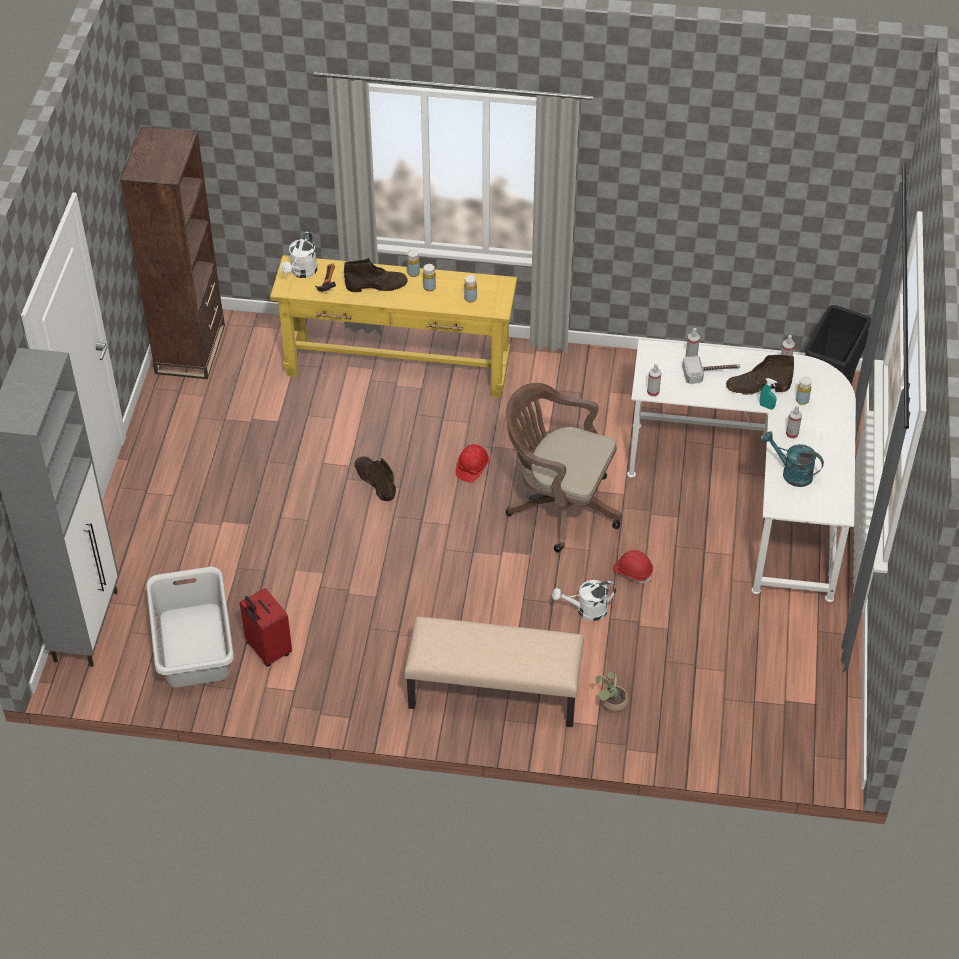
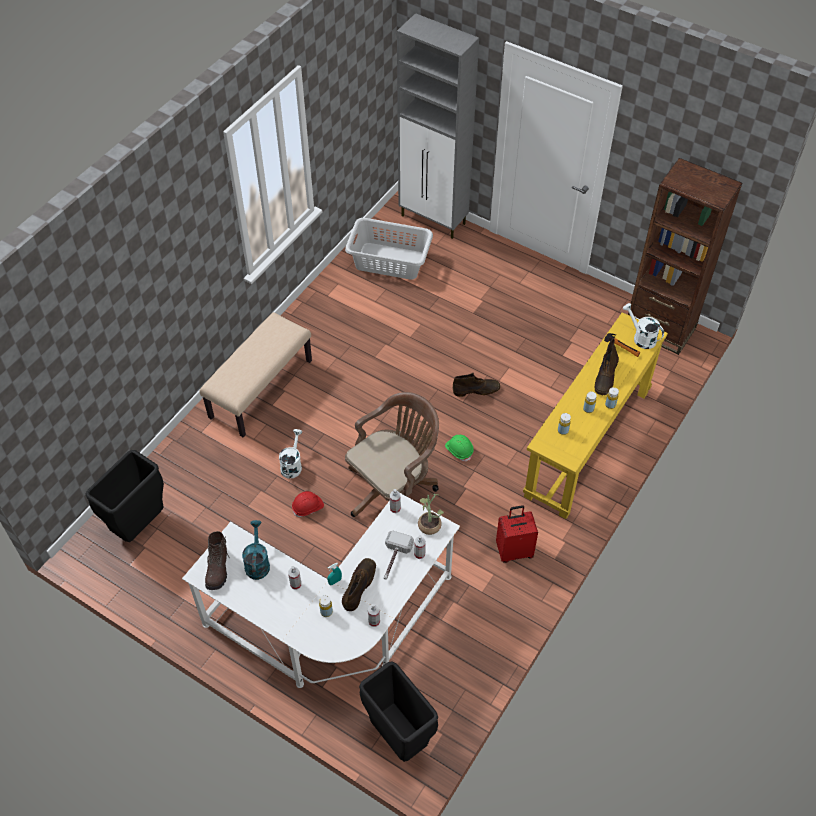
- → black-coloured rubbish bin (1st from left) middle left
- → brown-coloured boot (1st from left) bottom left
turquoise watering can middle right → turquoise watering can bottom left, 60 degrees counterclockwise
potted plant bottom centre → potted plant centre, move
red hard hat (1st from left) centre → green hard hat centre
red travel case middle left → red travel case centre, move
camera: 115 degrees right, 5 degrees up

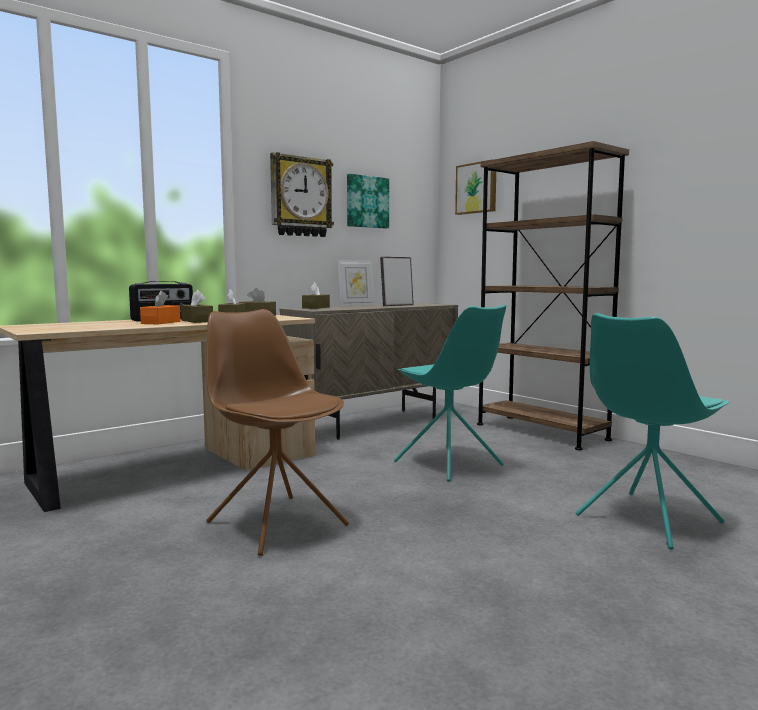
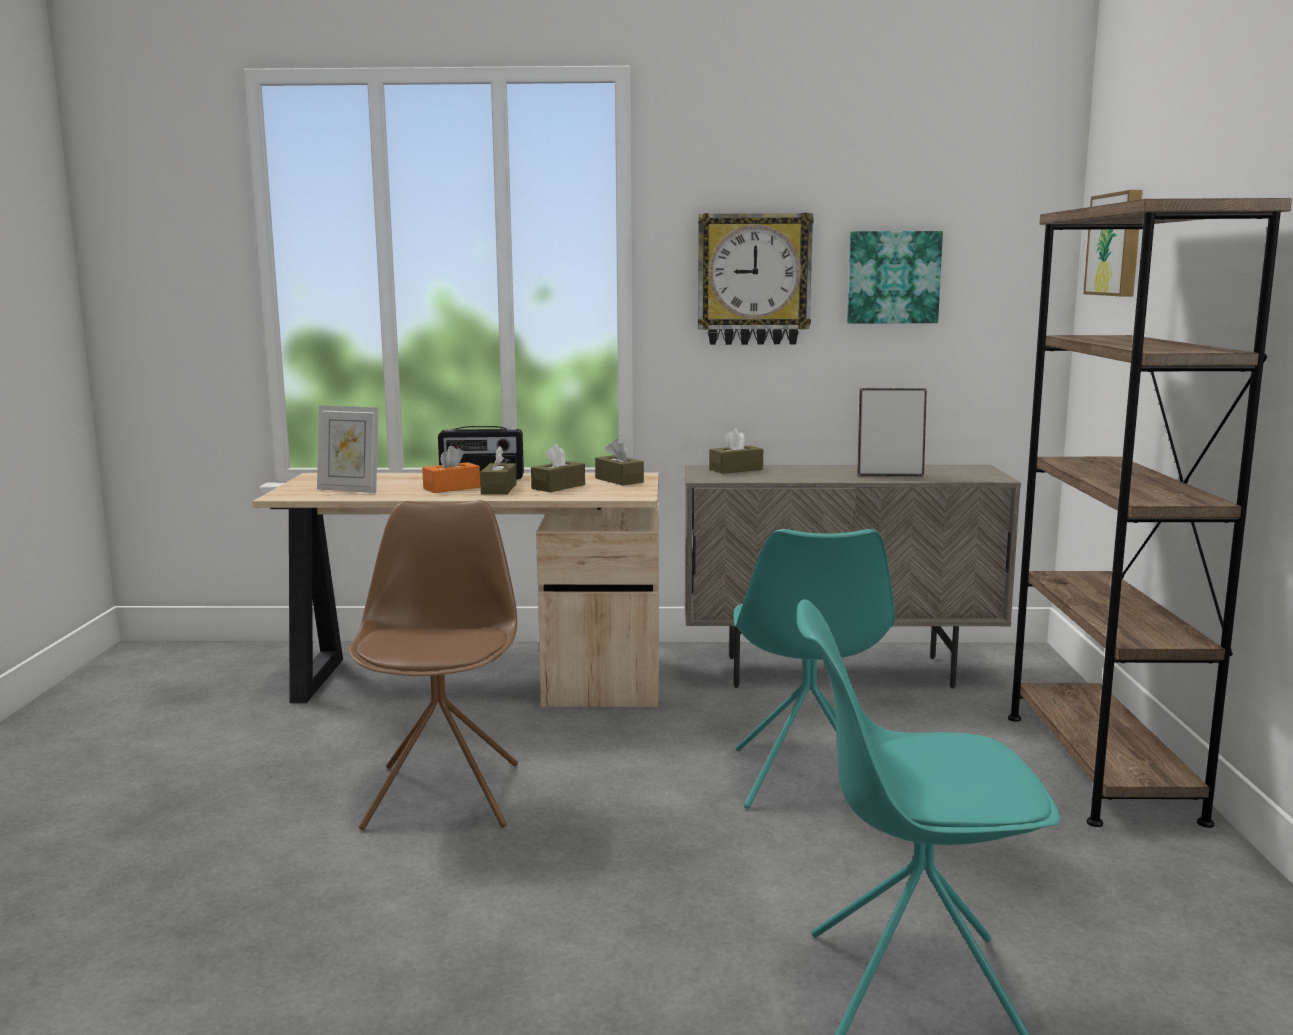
photo frame (1st from left) centre → photo frame (1st from left) middle left, move
camera: 40 degrees right, 5 degrees up

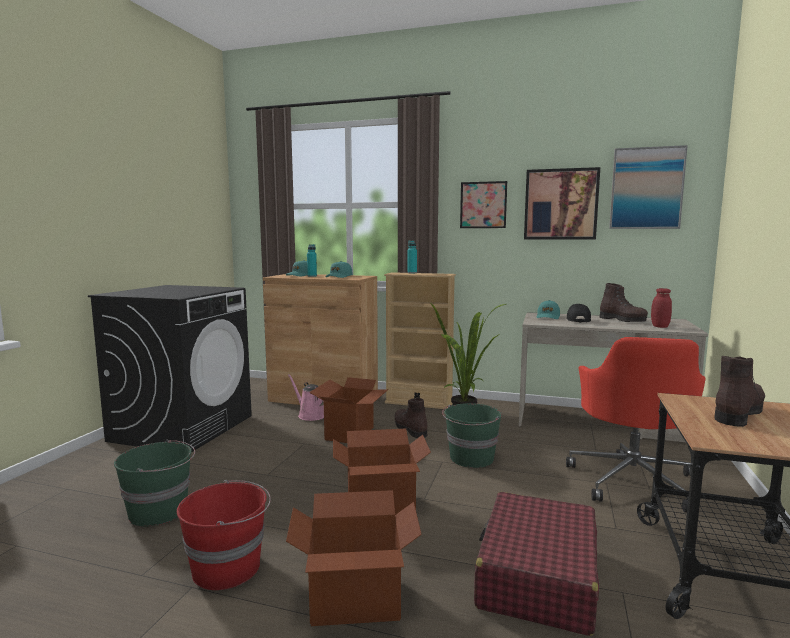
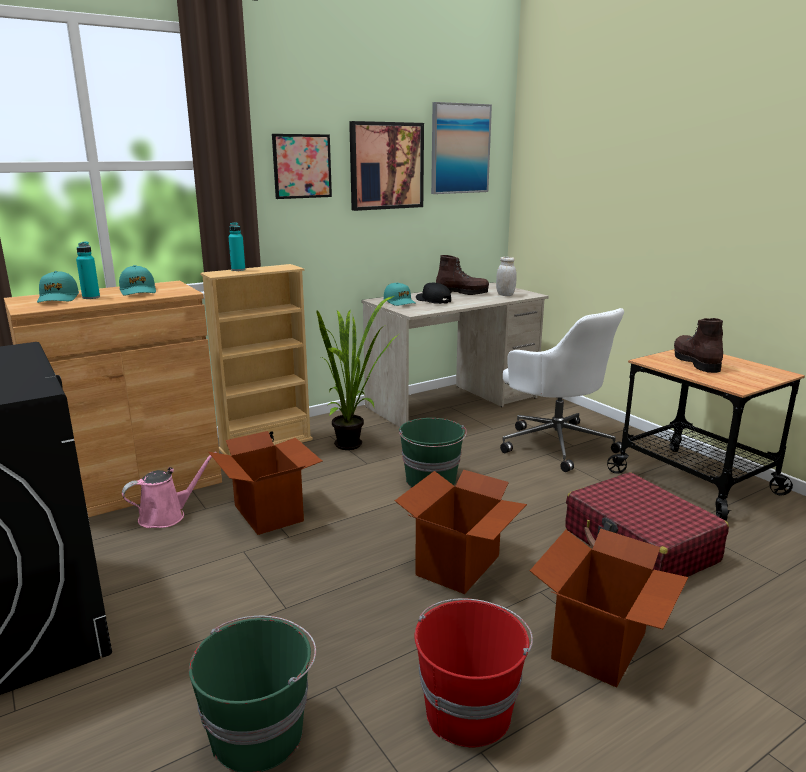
pinkish watering can centre → pinkish watering can middle left, 150 degrees clockwise
red storage jar middle right → whitish storage jar centre
red computer chair middle right → whitish computer chair middle right
brown-coloured boot (1st from left) centre → -
camera: 50 degrees left, 10 degrees up

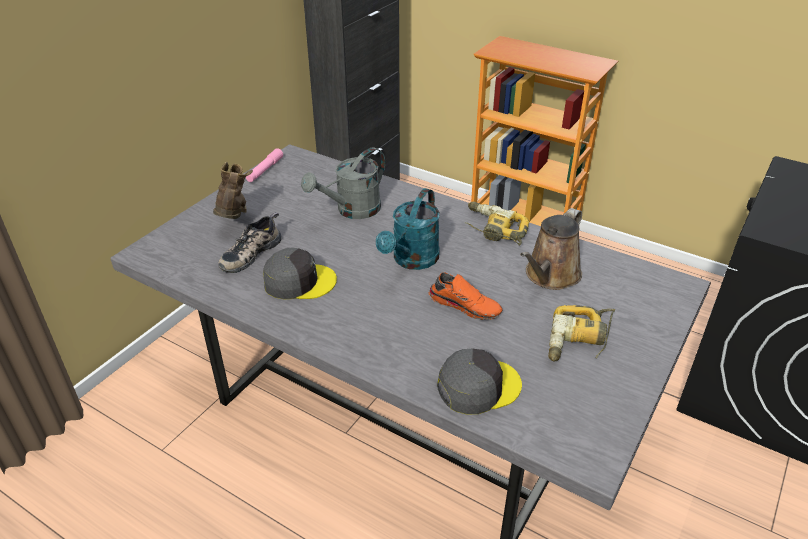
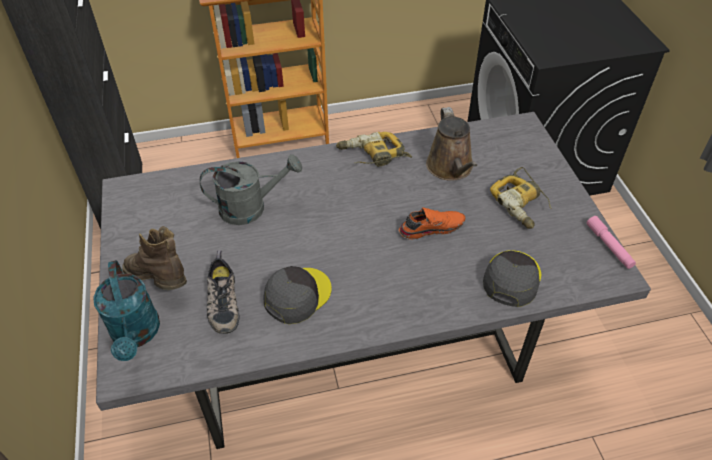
turquoise watering can centre → turquoise watering can bottom left, move
greyish watering can centre, 105 degrees counterclockwise
pinkish hand torch top left → pinkish hand torch middle right, move
camera: 45 degrees left, 10 degrees up

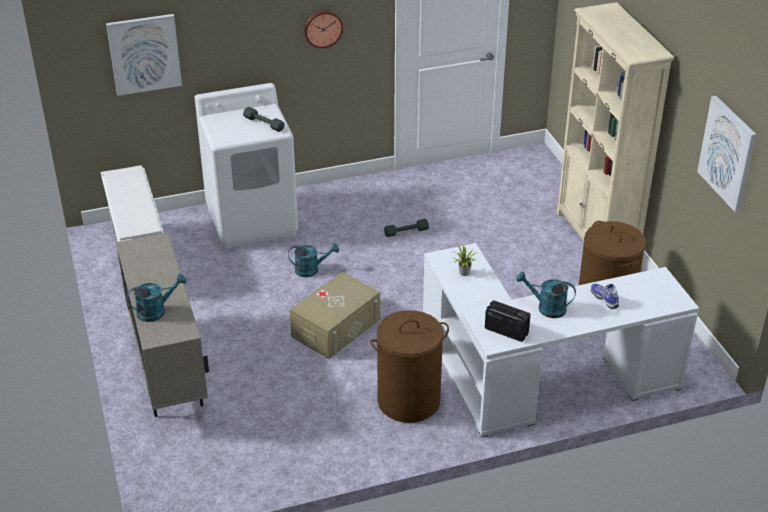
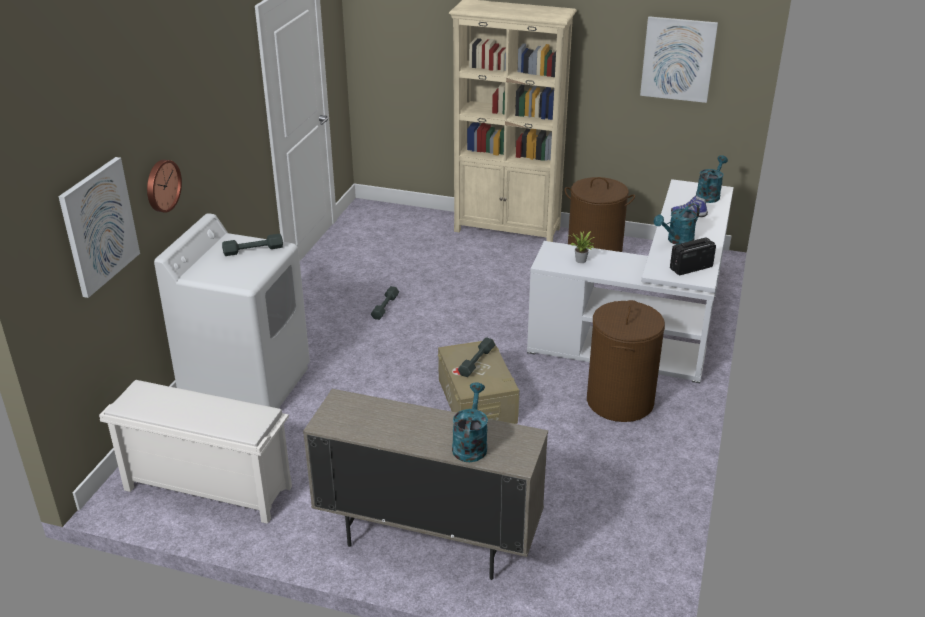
clock on the wall top centre → clock on the wall top left, move
- → greyish hand weight (3rd from left) centre
turquoise watering can (2nd from left in the first image) centre → turquoise watering can (3rd from left) top right, move
camera: 55 degrees left, 5 degrees down

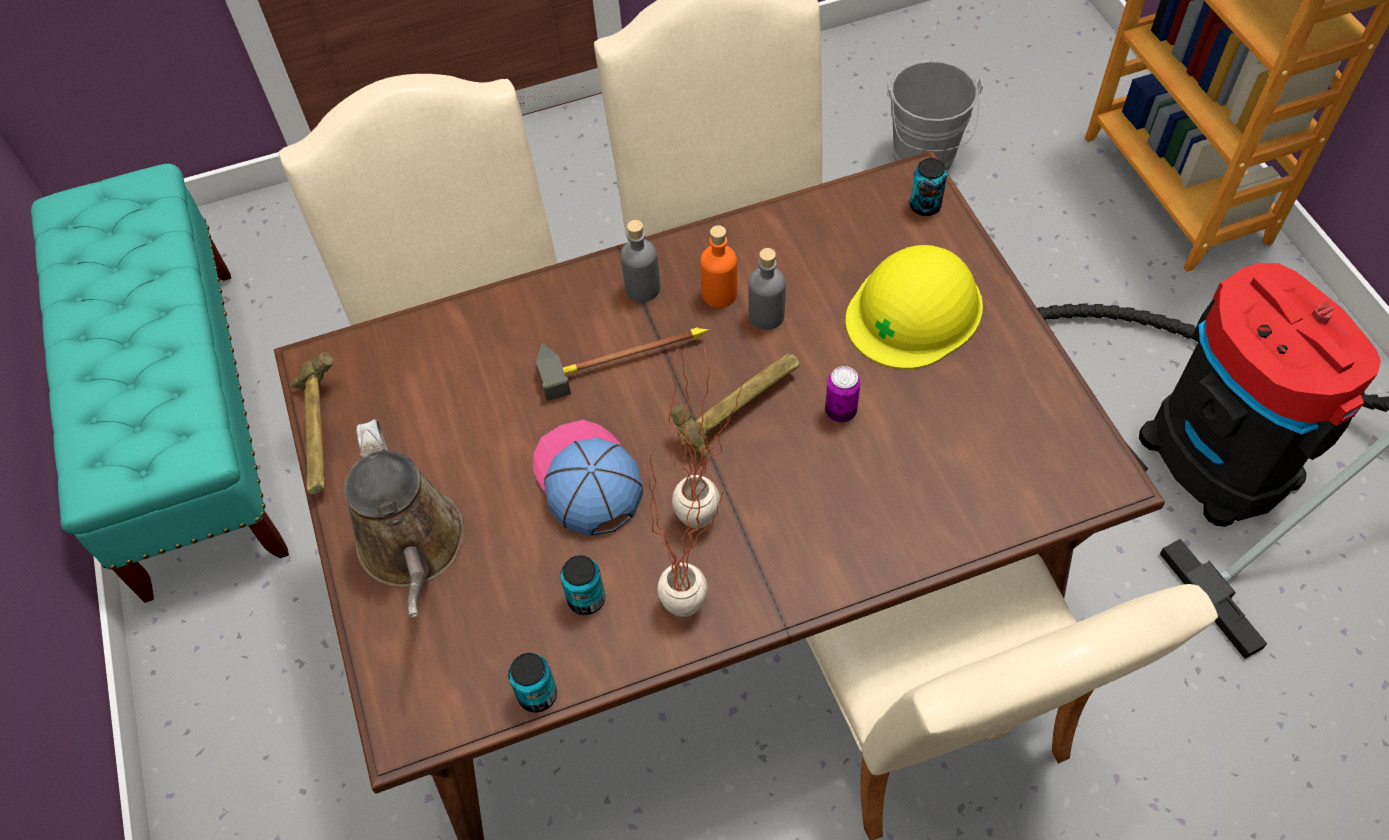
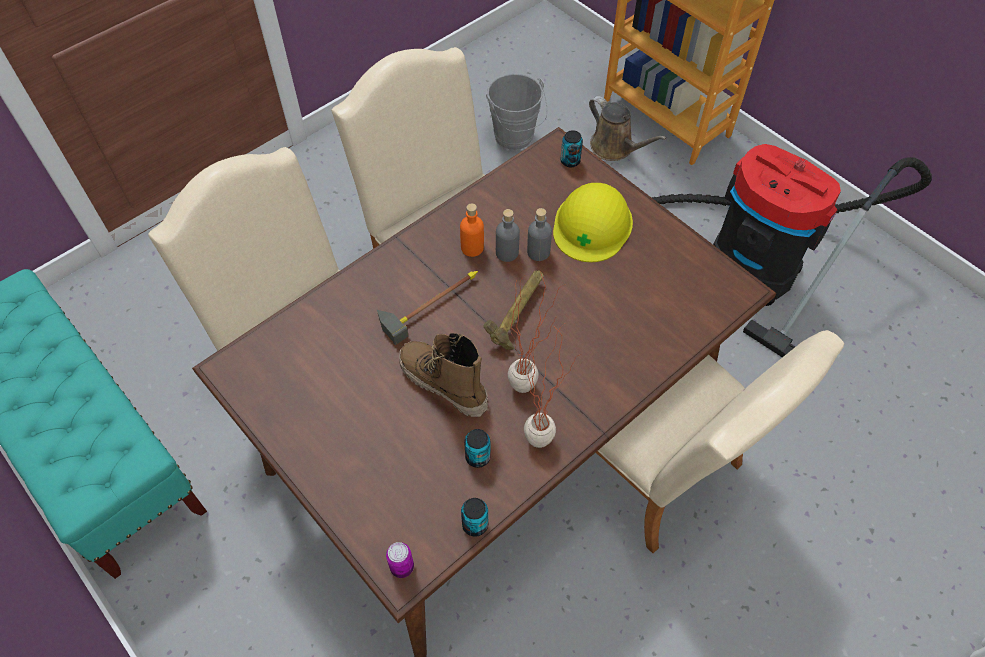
can (3rd from left in the first image) centre → can (1st from left) bottom centre, move
cap centre → boot centre
greyish beverage bottle (1st from left in the first image) top centre → greyish beverage bottle (2nd from left) centre, move
brown-coloured watering can middle left → brown-coloured watering can top centre, move
hammer (1st from left) middle left → -
camera: 25 degrees left, 0 degrees up

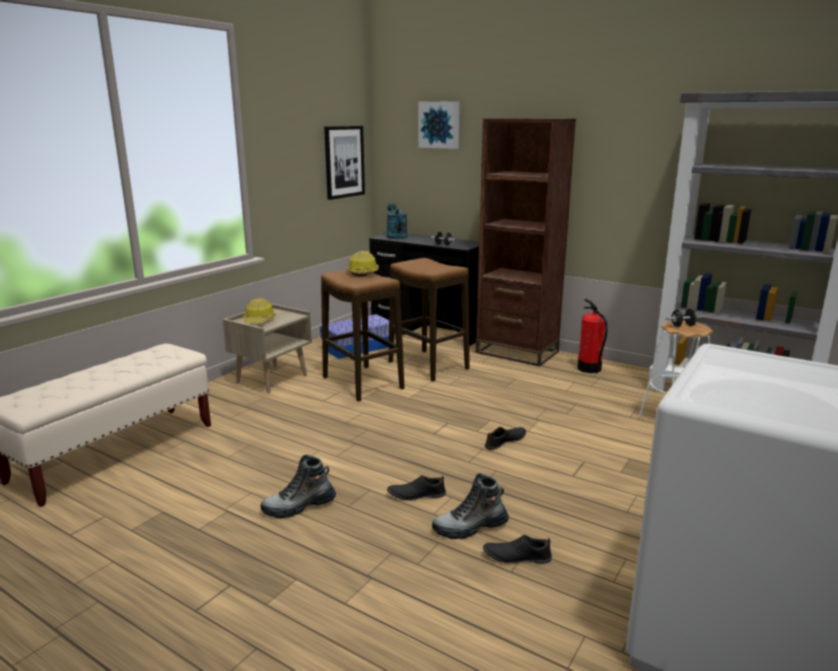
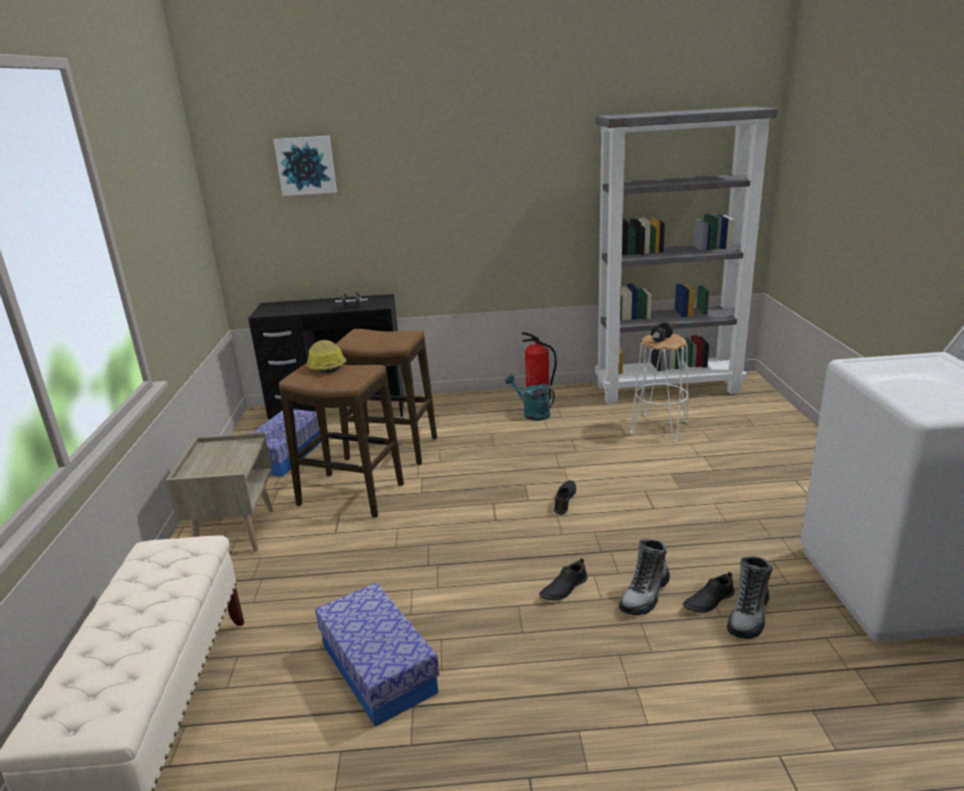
- → storage box (2nd from left) bottom centre
turquoise watering can top centre → turquoise watering can centre, move
boot (1st from left in the first image) bottom centre → boot (2nd from left) bottom right, move
hard hat (1st from left) middle left → -
wall picture (1st from left) top centre → -
brown-coloured bookcase centre → -
camera: 35 degrees left, 5 degrees up

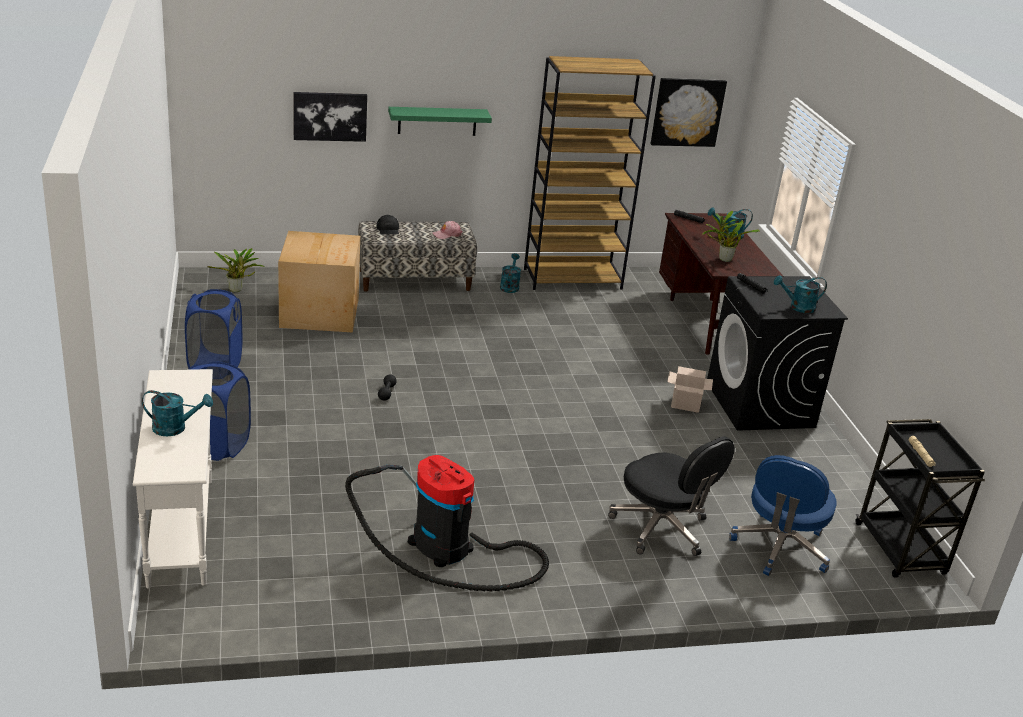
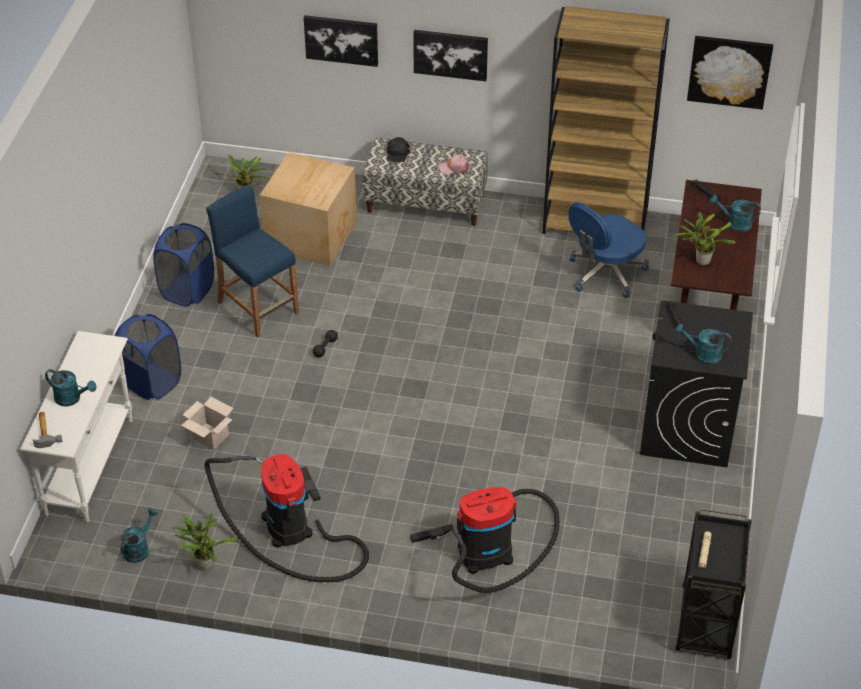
- → hammer middle left
turquoise watering can (2nd from left) centre → turquoise watering can (2nd from left) bottom left, move
- → potted plant (1st from left) bottom left
packing box (2nd from left in the first image) middle right → packing box (1st from left) middle left, move
- → bluish stool middle left
black-coloured computer chair bottom centre → vacuum (2nd from left) bottom centre
green shelf top centre → wall picture (2nd from left) top centre
bluish computer chair bottom right → bluish computer chair middle right, move
camera: 25 degrees right, 15 degrees up

